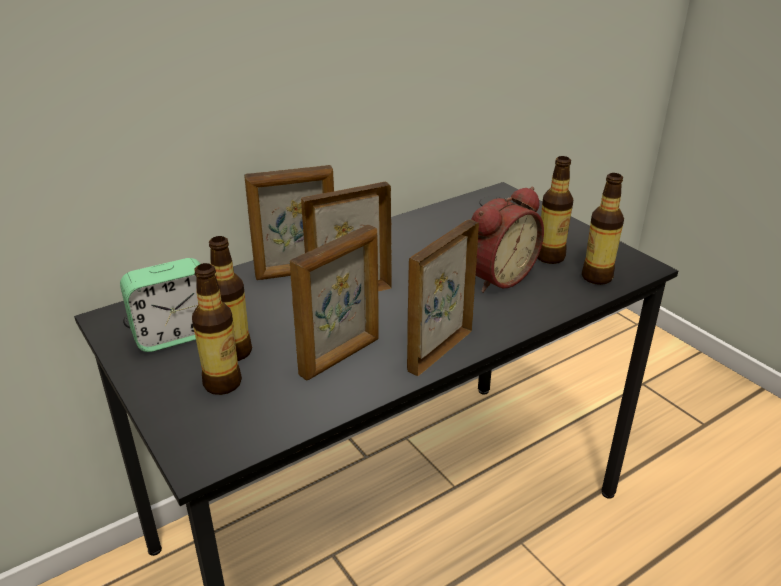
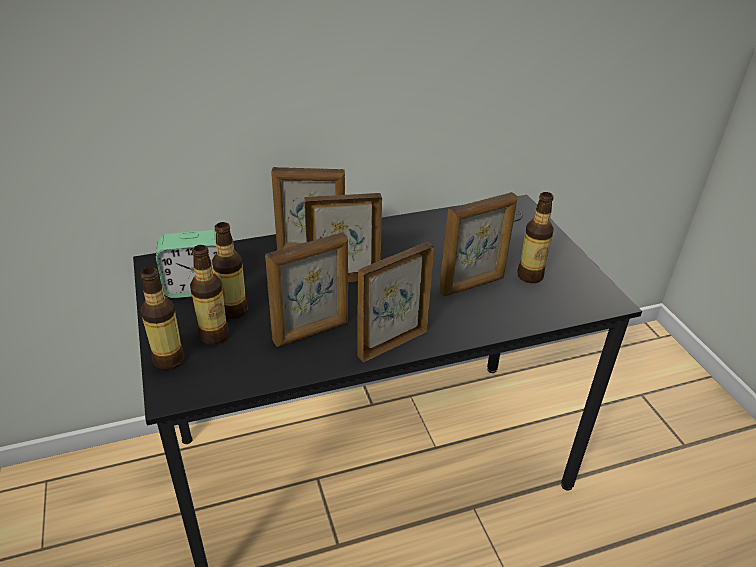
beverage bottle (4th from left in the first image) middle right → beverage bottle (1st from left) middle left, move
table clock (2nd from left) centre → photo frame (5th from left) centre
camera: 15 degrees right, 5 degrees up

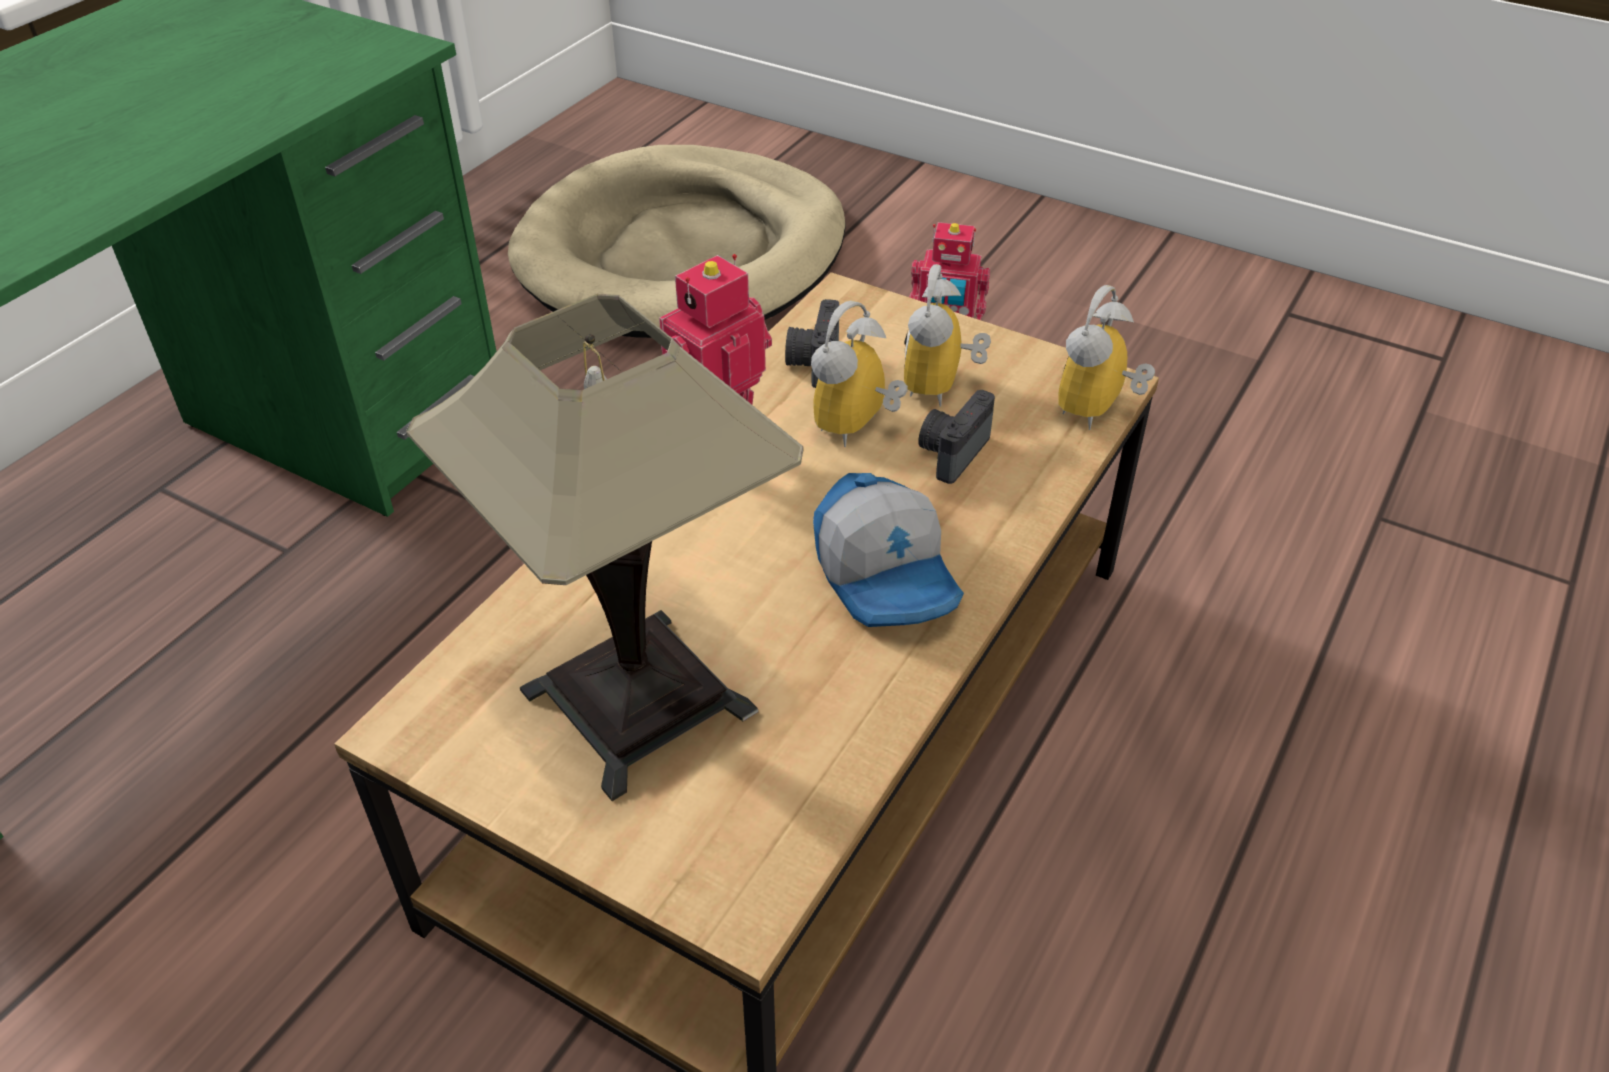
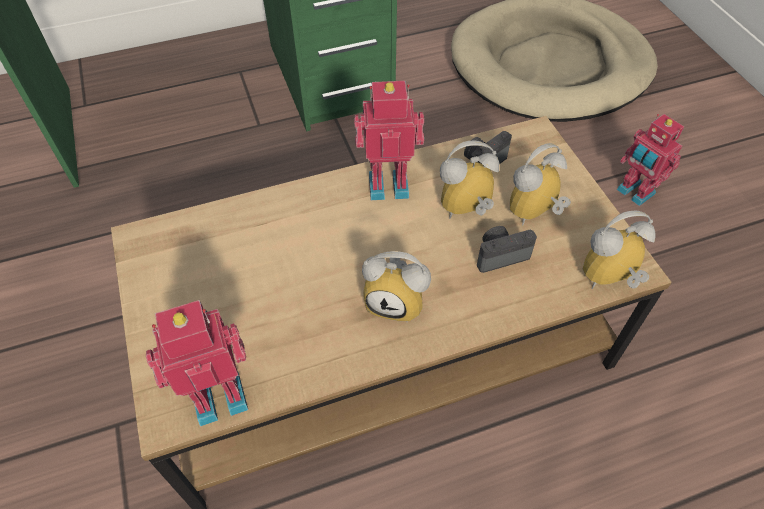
- → robot figure (1st from left) bottom left
cap centre → table clock (1st from left) centre
tabletop lamp centre → -
camera: 40 degrees right, 10 degrees up

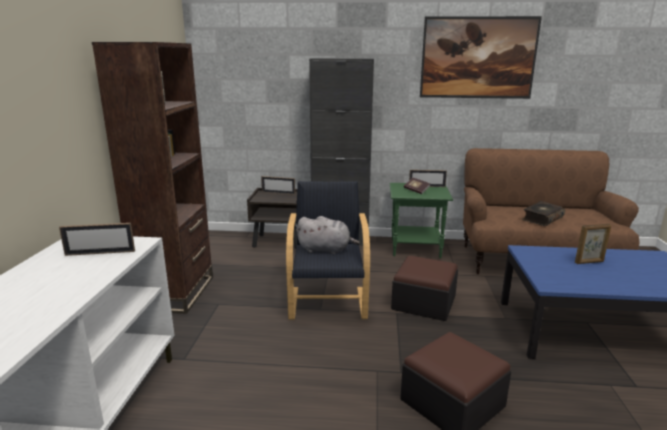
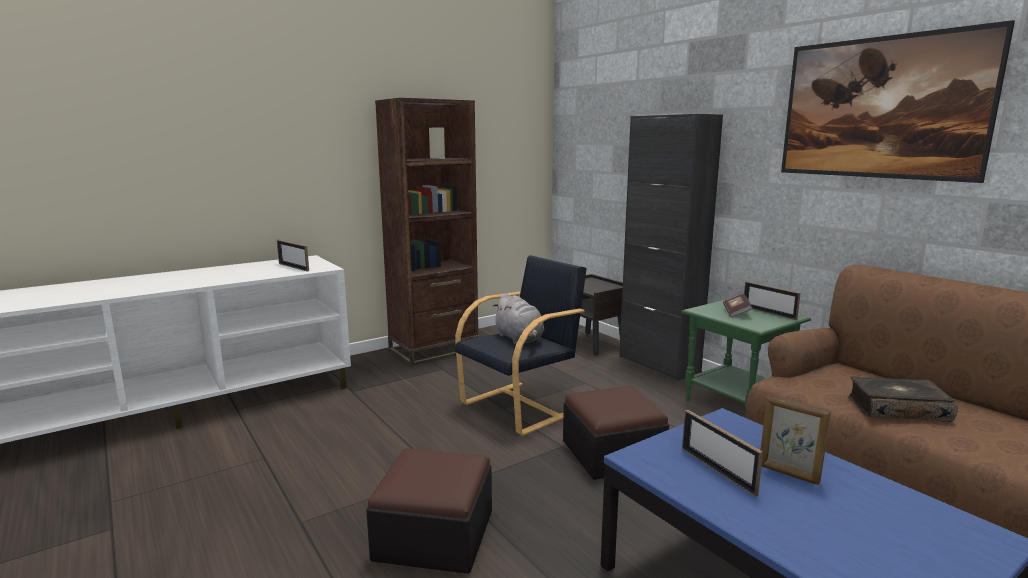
photo frame (2nd from left) centre → photo frame (2nd from left) bottom right, move
camera: 50 degrees right, 5 degrees down

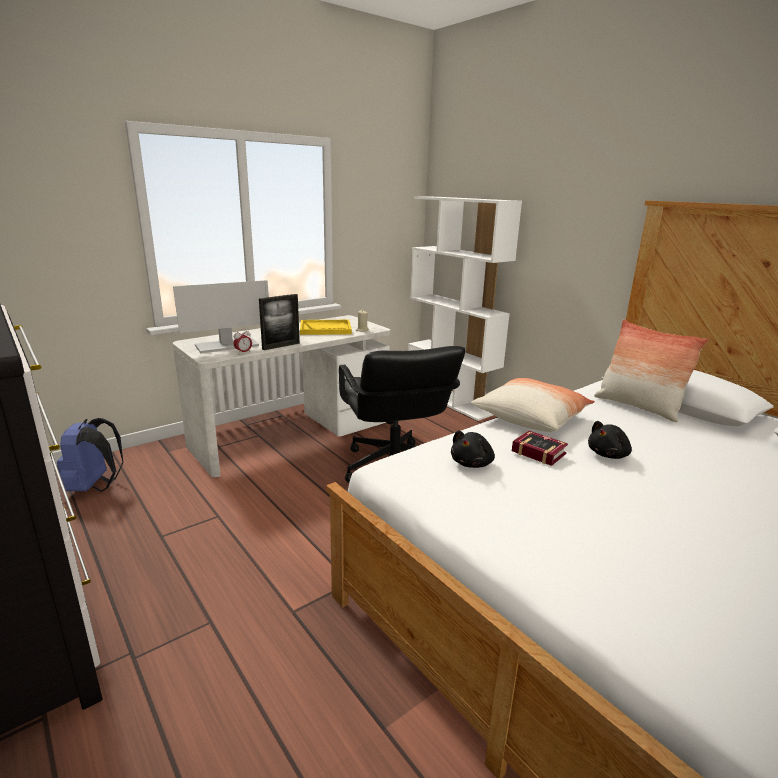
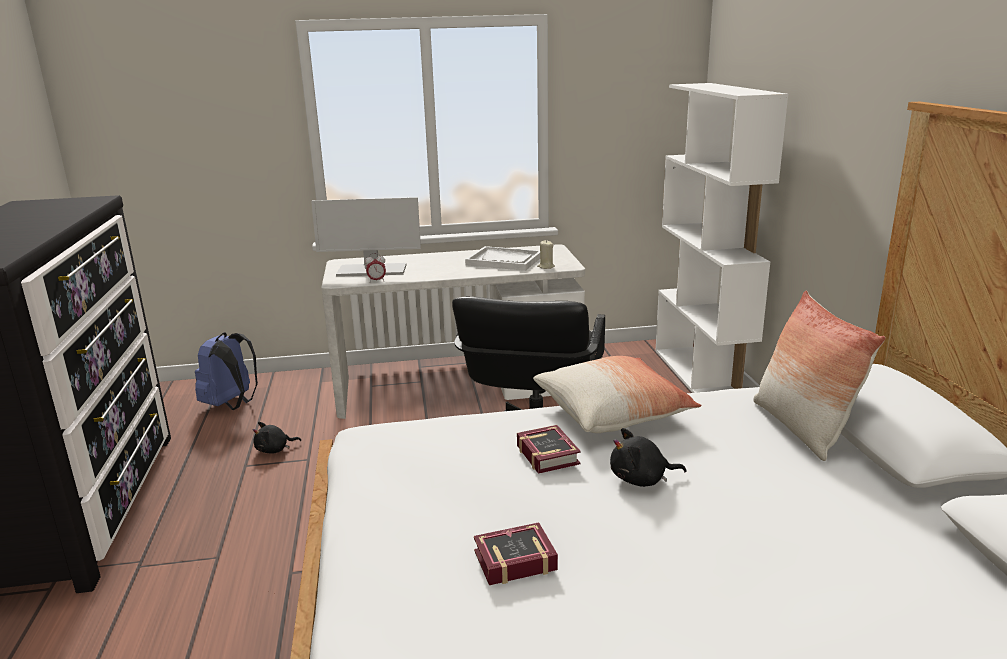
black-coloured cuddly toy (1st from left) centre → black-coloured cuddly toy (1st from left) middle left, move
yellowish tray centre → whitish tray centre
- → book (1st from left) bottom centre
photo frame centre → -
camera: 30 degrees right, 0 degrees up

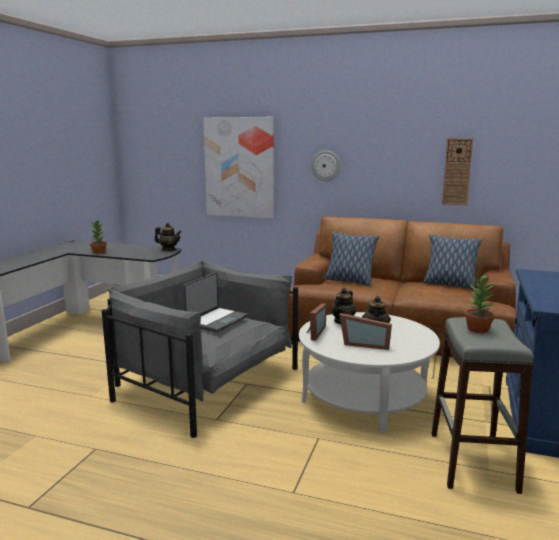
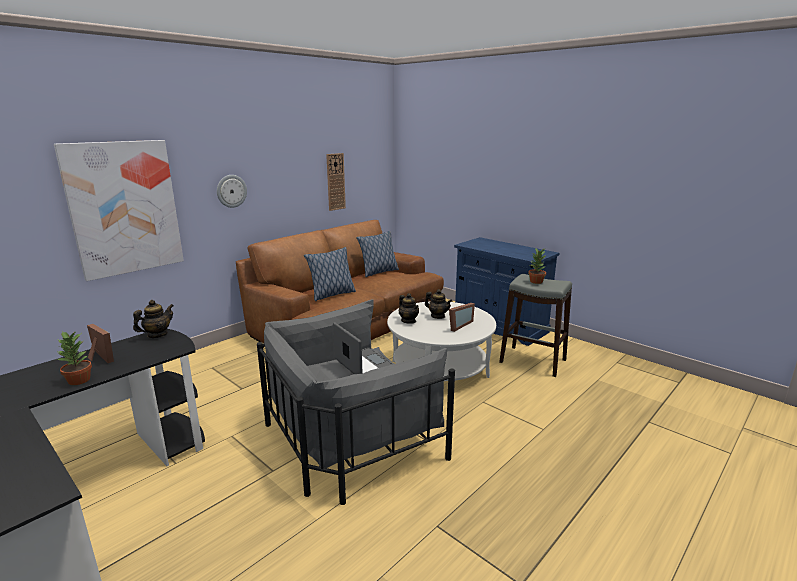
photo frame (1st from left) centre → photo frame (1st from left) middle left, move
camera: 65 degrees left, 5 degrees up

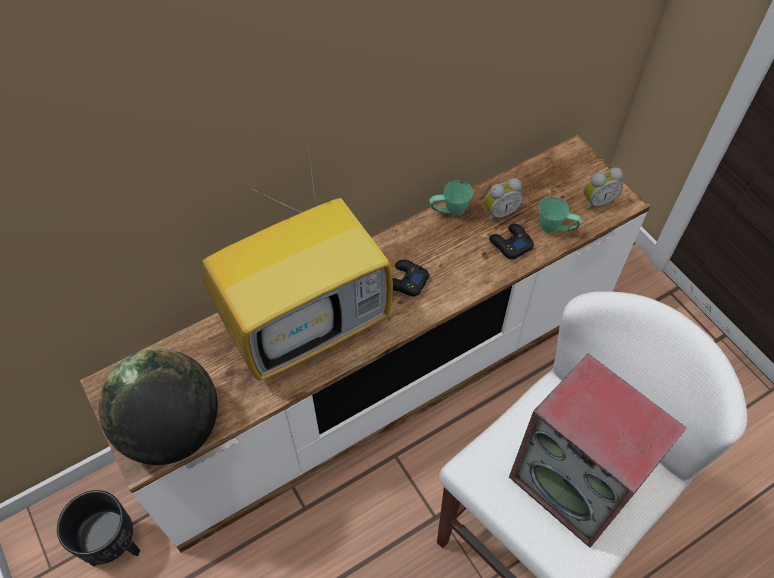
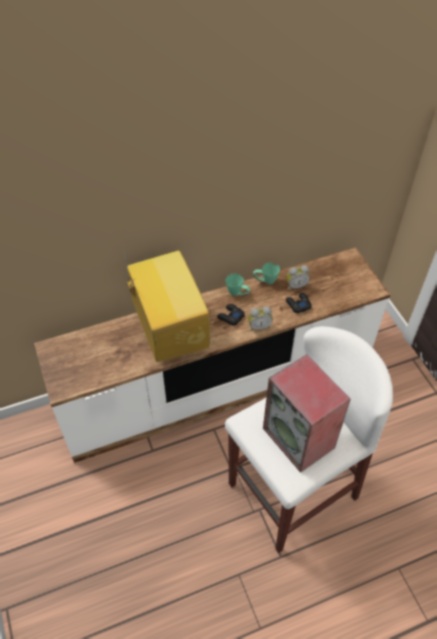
television centre, 90 degrees counterclockwise
green tea mug (2nd from left in the first image) middle right → green tea mug (1st from left) centre, move
table clock (2nd from left in the first image) top right → table clock (1st from left) centre, move
black-coloured planter bottom left → -
globe bottom left → -
camera: 10 degrees right, 5 degrees down

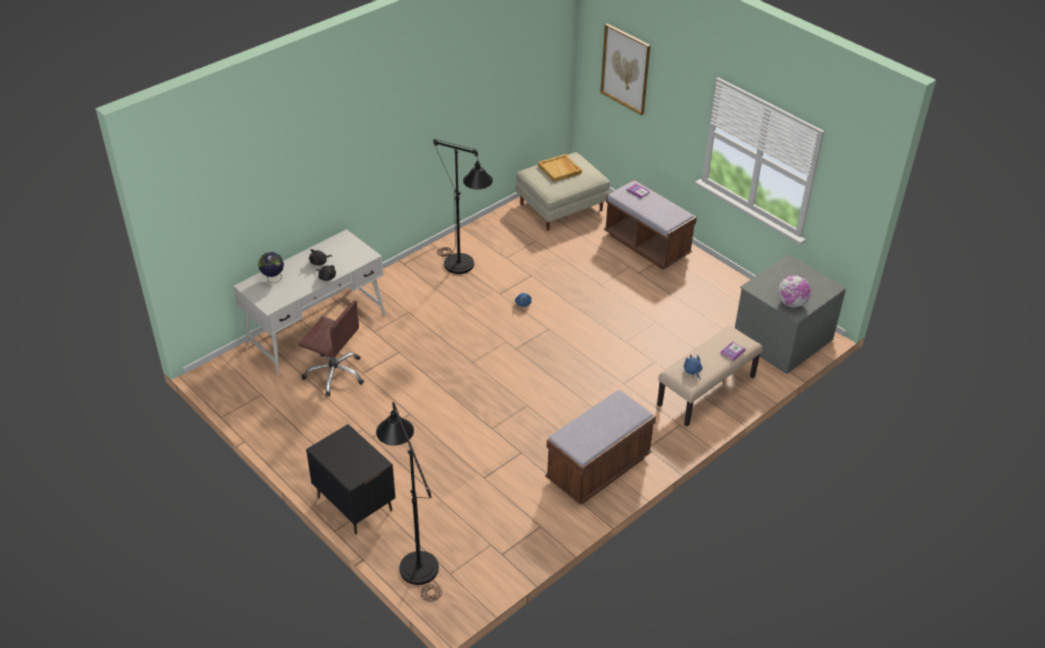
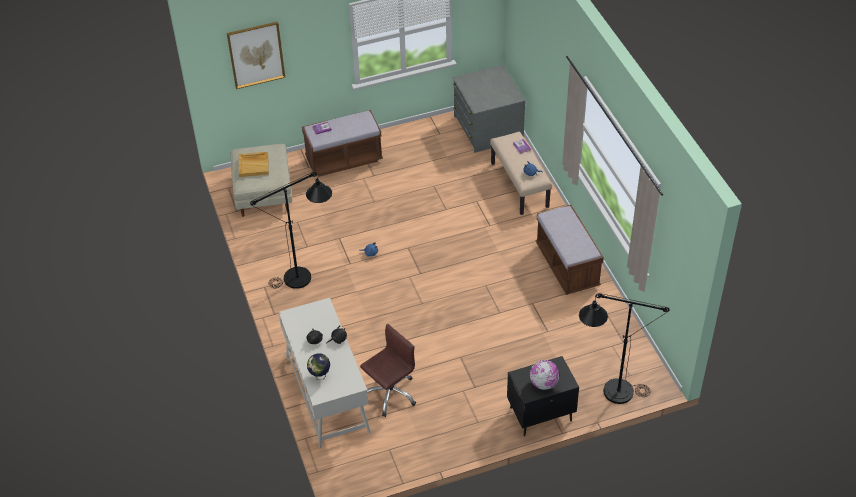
globe (2nd from left) middle right → globe (2nd from left) bottom centre, move
camera: 65 degrees left, 5 degrees up

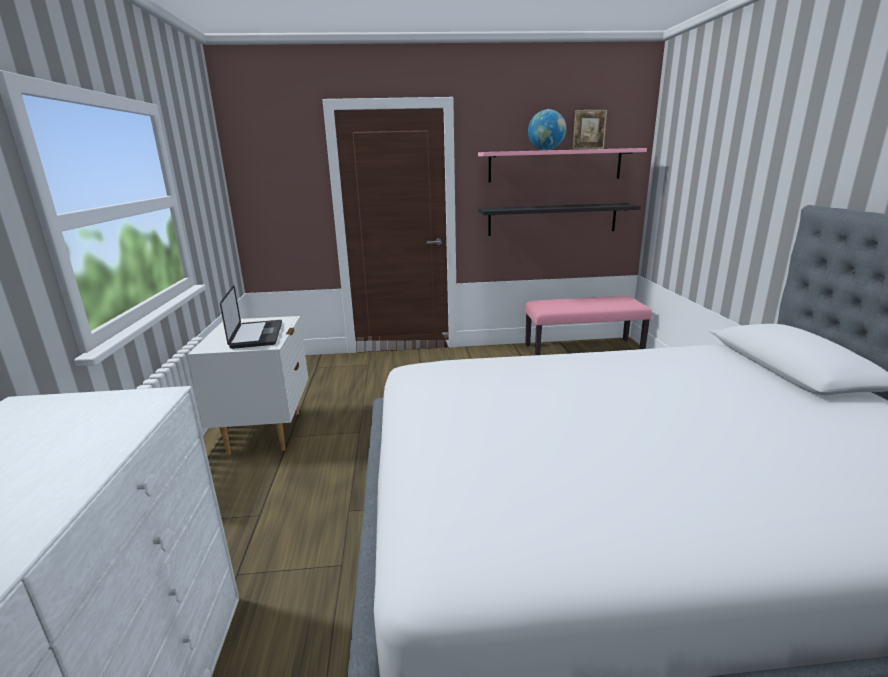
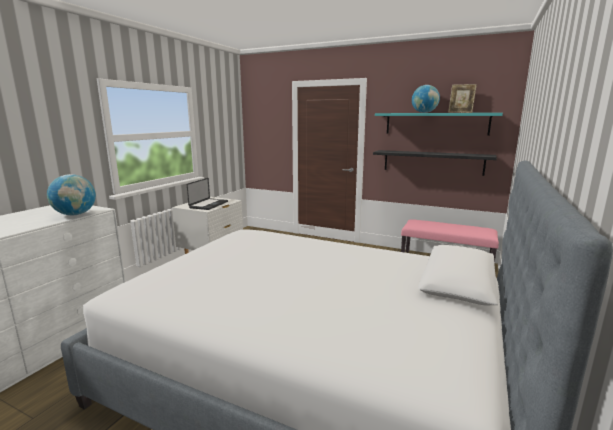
- → globe (1st from left) middle left
pinkish shelf top centre → turquoise shelf top right
camera: 30 degrees right, 5 degrees down

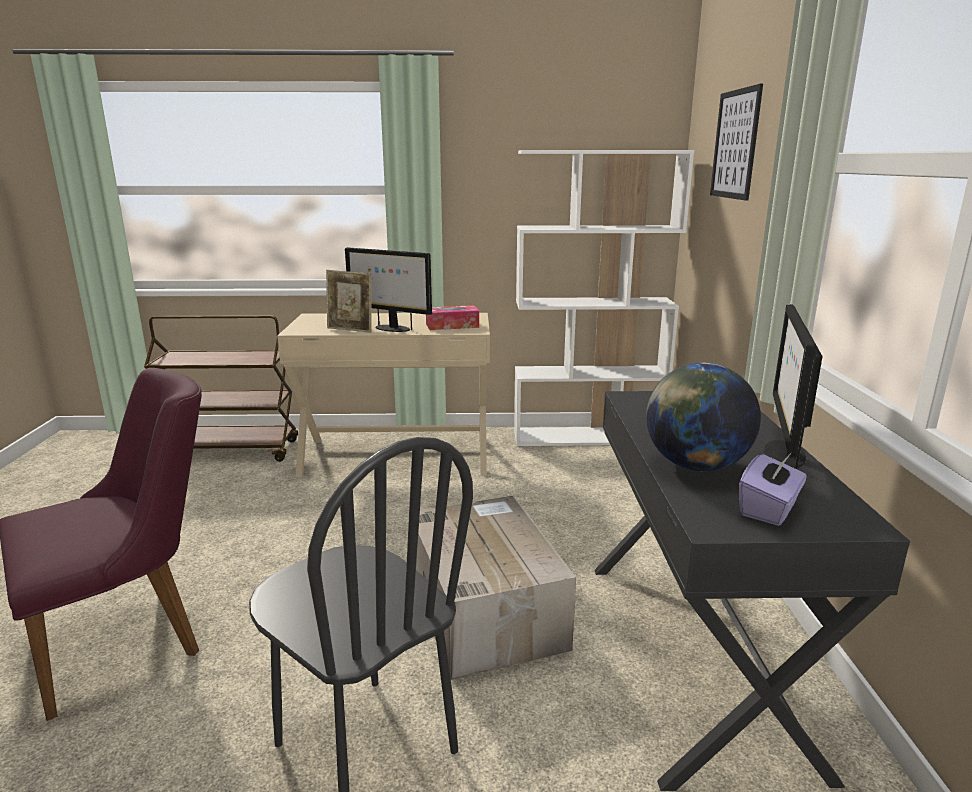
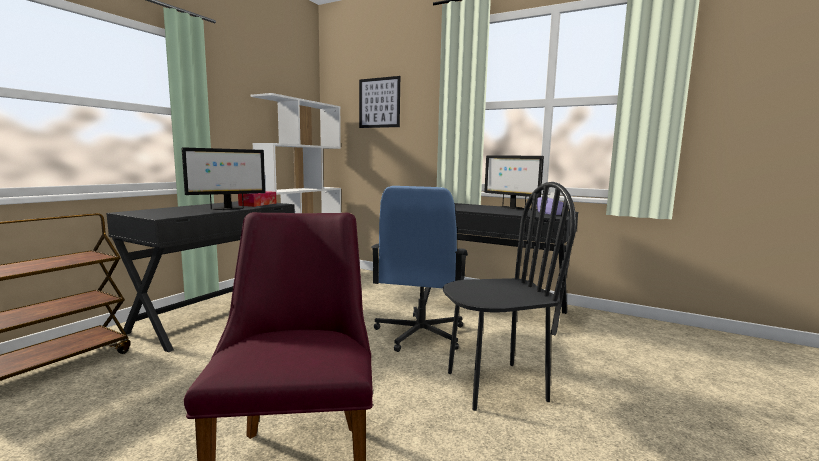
beige desk unit centre → black-coloured desk unit (1st from left) middle left
packing box bottom centre → bluish computer chair centre
photo frame centre → -
globe middle right → -
camera: 60 degrees left, 10 degrees down

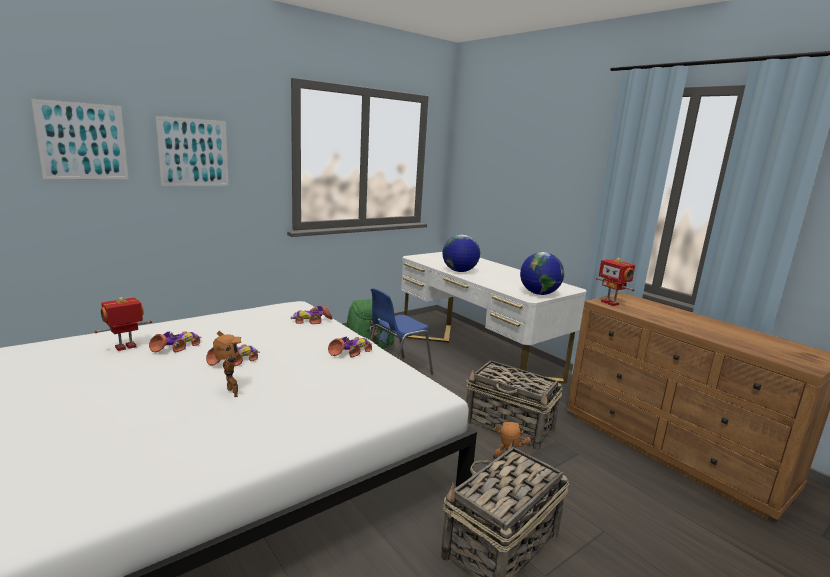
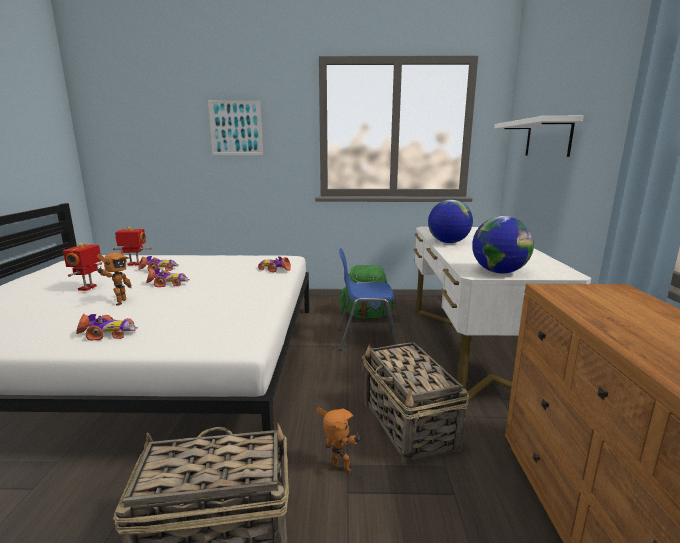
robot figure (4th from left in the first image) middle right → robot figure (1st from left) middle left, move
toy car (4th from left in the first image) centre → toy car (1st from left) middle left, move
- → whitish shelf top right
wall picture (1st from left) top left → -
camera: 40 degrees right, 0 degrees up

